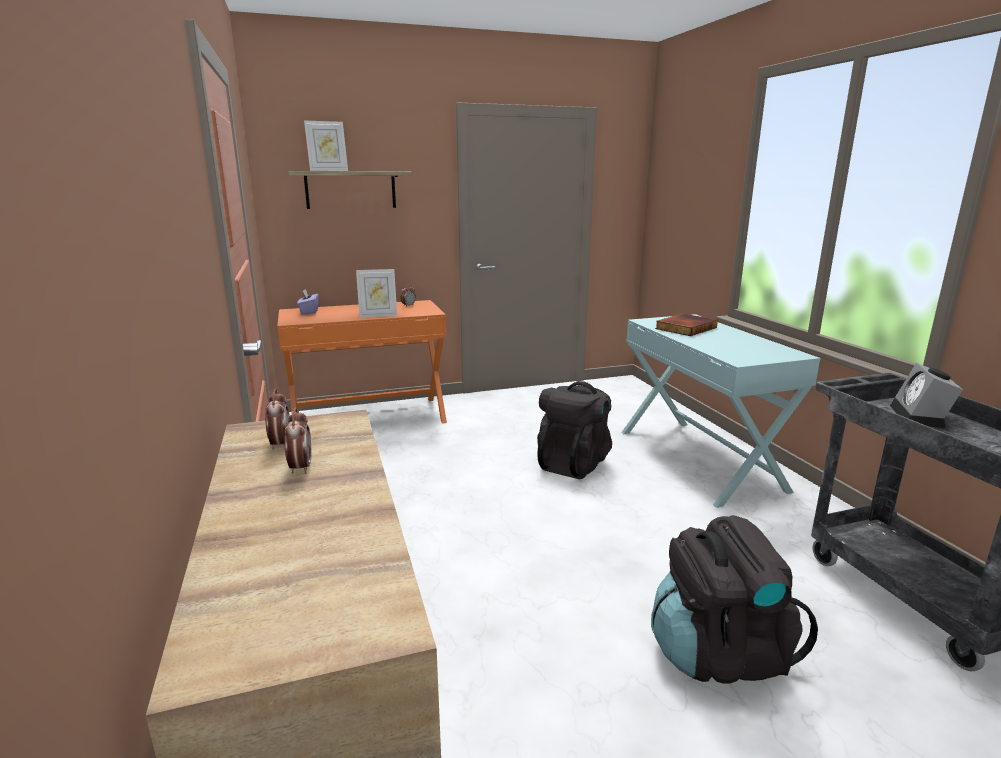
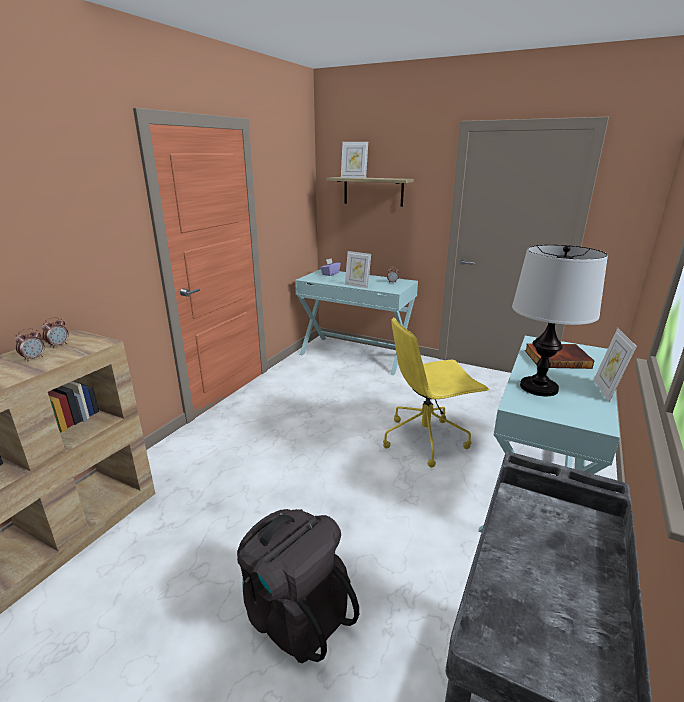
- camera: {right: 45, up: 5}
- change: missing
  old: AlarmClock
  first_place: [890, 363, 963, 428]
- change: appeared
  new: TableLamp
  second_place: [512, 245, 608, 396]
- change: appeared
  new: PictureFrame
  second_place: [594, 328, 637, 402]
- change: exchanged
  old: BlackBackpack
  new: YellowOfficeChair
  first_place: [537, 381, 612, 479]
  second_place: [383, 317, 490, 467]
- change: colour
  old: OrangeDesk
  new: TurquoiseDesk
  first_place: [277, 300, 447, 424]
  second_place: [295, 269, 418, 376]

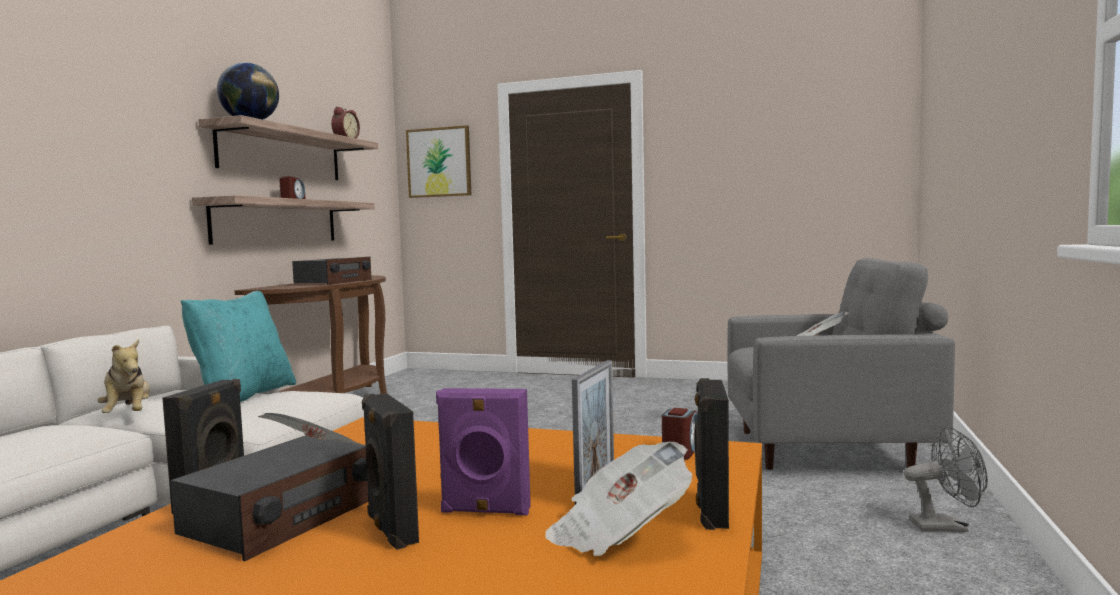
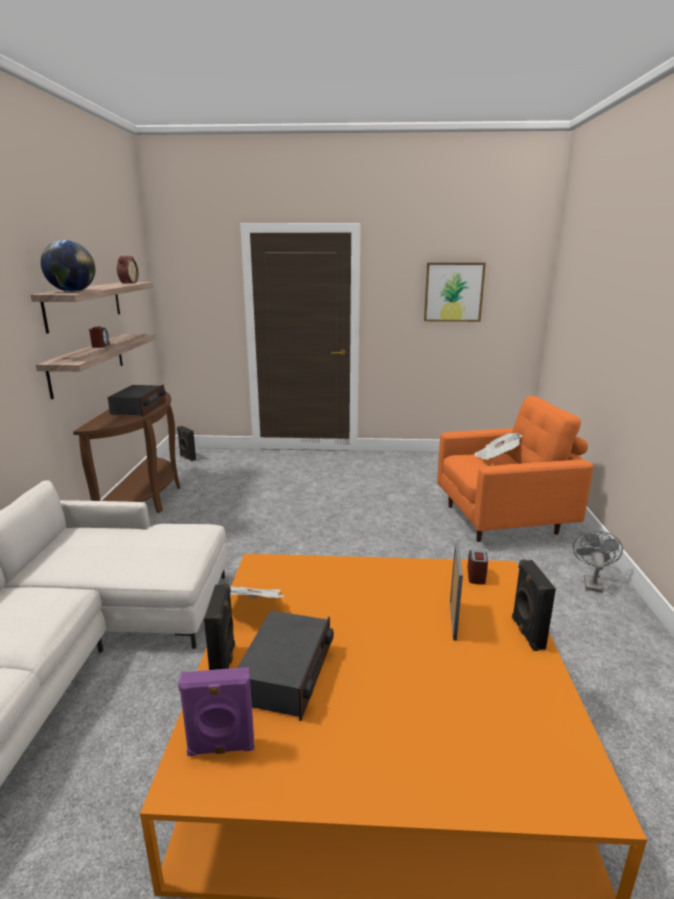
- camera: {right: -15, up: 15}
- change: missing
  old: PlushToy
  first_place: [98, 339, 150, 413]
- change: missing
  old: TurquoisePillow
  first_place: [181, 291, 296, 402]
- change: missing
  old: Newspaper
  first_place: [545, 442, 692, 556]
- change: relocated
  old: BlackSpeaker
  first_place: [362, 393, 419, 550]
  second_place: [177, 426, 196, 461]
- change: relocated
  old: Picture
  first_place: [406, 125, 471, 198]
  second_place: [424, 263, 486, 322]
- change: relocated
  old: PurpleSpeaker
  first_place: [436, 388, 531, 515]
  second_place: [178, 667, 254, 756]
- change: colour
  old: GreyArmchair
  new: OrangeArmchair
  first_place: [727, 258, 955, 470]
  second_place: [437, 396, 593, 542]
- change: spun
  old: GreyFan
  first_place: [904, 426, 988, 532]
  second_place: [573, 531, 623, 593]
  degrees: -60

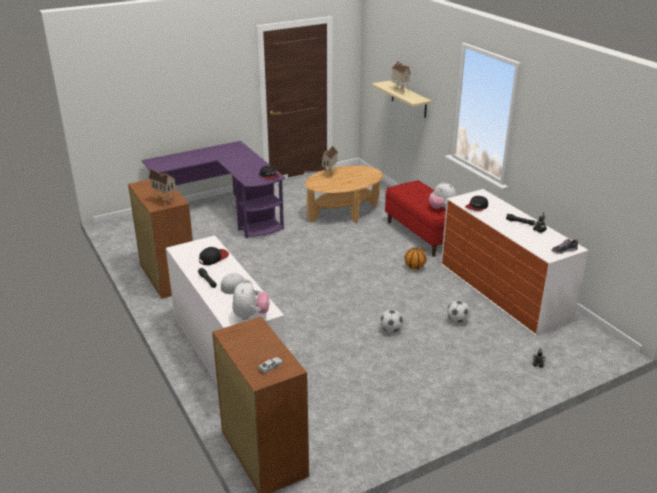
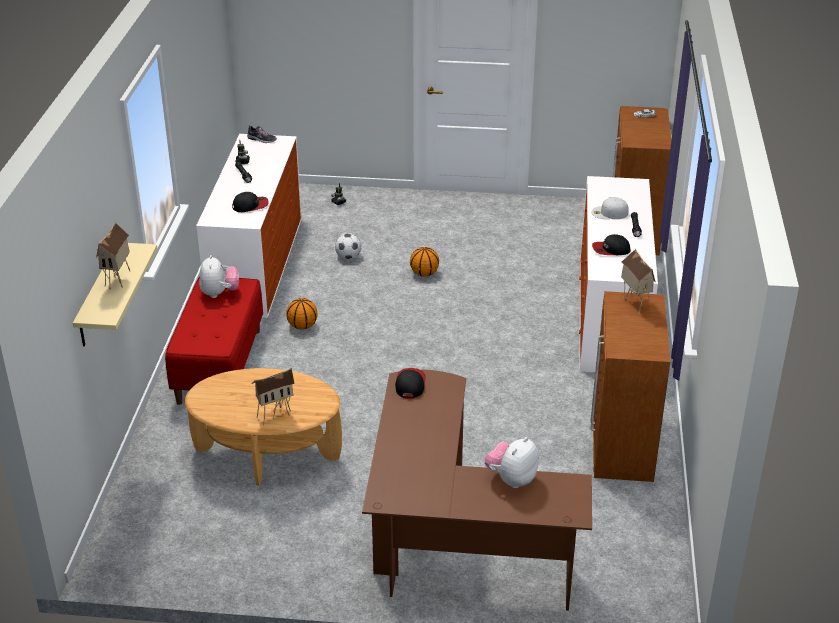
- camera: {right: -145, up: 5}
- change: relocated
  old: PlushToy
  first_place: [232, 280, 269, 320]
  second_place: [485, 437, 539, 488]
- change: exchanged
  old: Football
  new: Basketball
  first_place: [380, 309, 403, 332]
  second_place: [410, 247, 439, 277]
- change: colour
  old: PurpleDesk
  new: BrownDesk
  first_place: [142, 141, 285, 238]
  second_place: [362, 370, 592, 611]

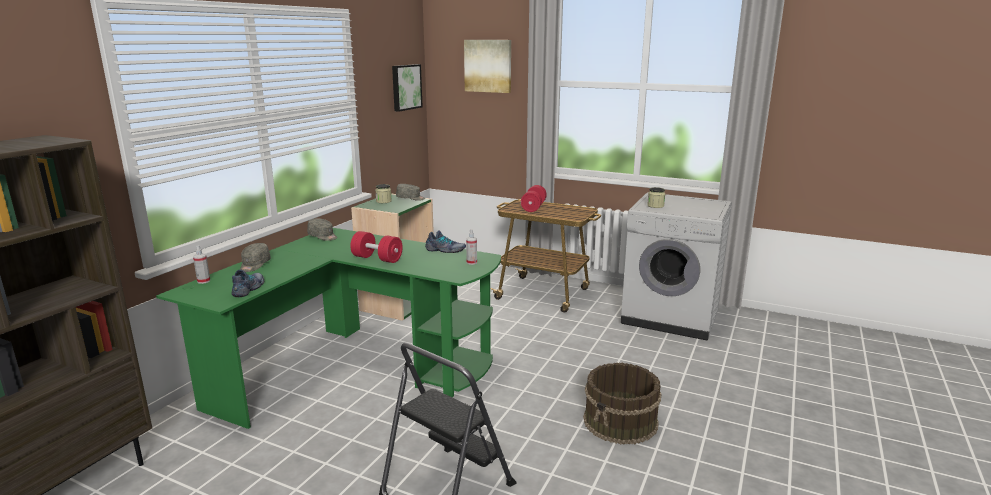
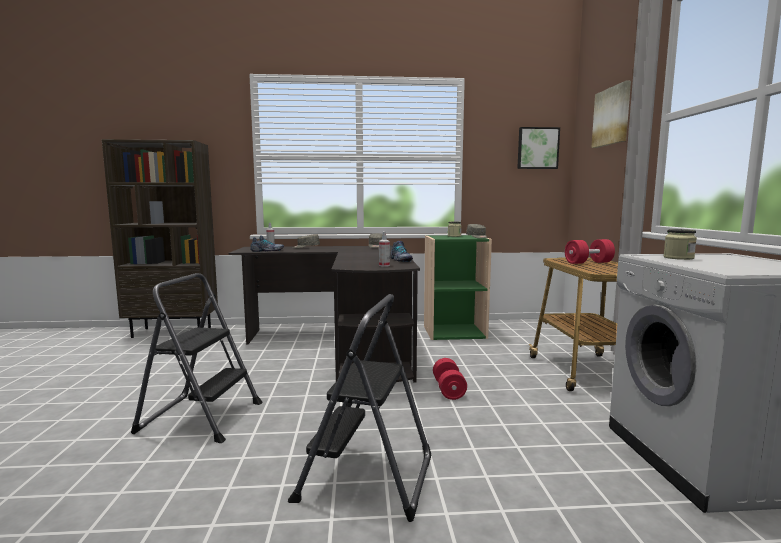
- camera: {right: 60, up: -10}
- change: relocated
  old: RedDumbbell
  first_place: [350, 231, 403, 263]
  second_place: [433, 358, 467, 400]
- change: exchanged
  old: BrownBucket
  new: BlackStepLadder
  first_place: [583, 363, 661, 445]
  second_place: [288, 294, 431, 522]
- change: colour
  old: GreenDesk
  new: BlackDesk
  first_place: [156, 228, 501, 429]
  second_place: [228, 246, 420, 383]

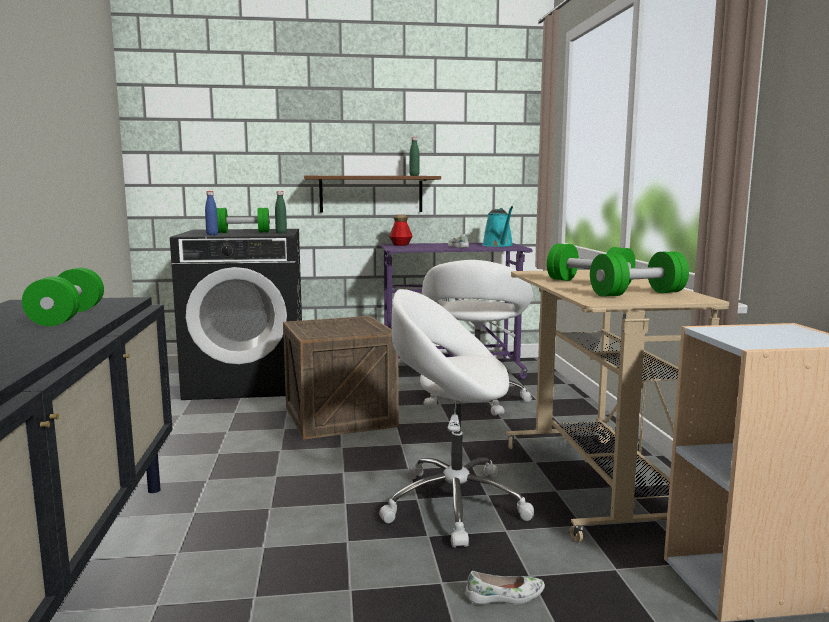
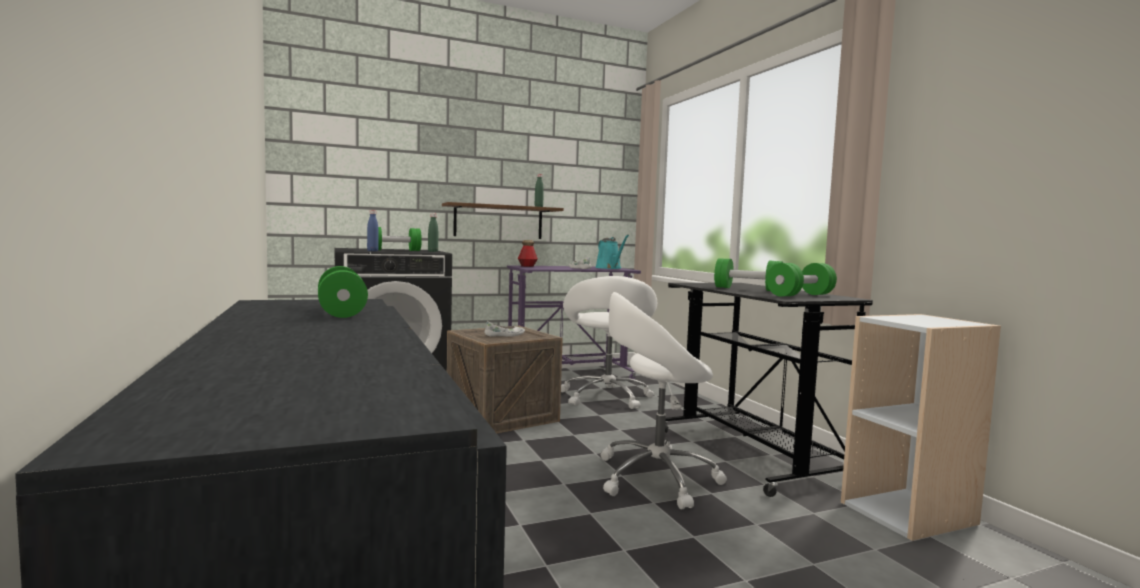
- camera: {right: -15, up: -5}
- change: relocated
  old: WhiteShoe
  first_place: [465, 571, 545, 604]
  second_place: [484, 321, 525, 337]
- change: colour
  old: BeigeDesk
  new: BlackDesk
  first_place: [506, 270, 729, 542]
  second_place: [665, 283, 873, 497]

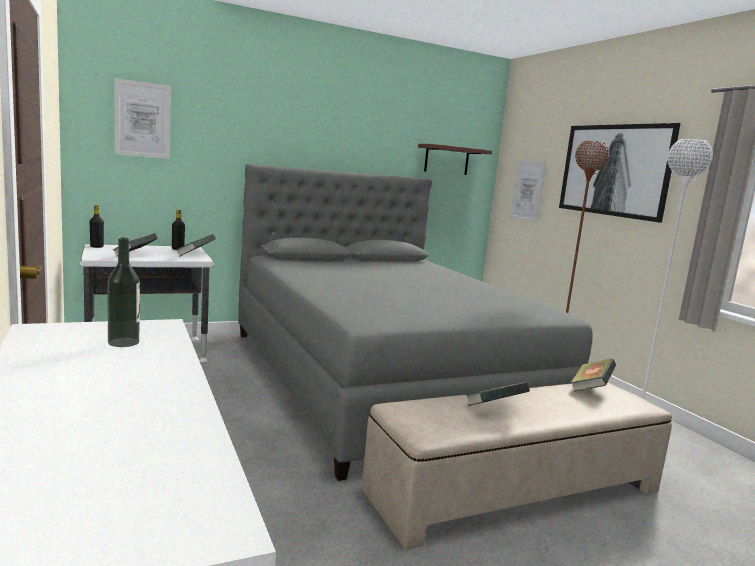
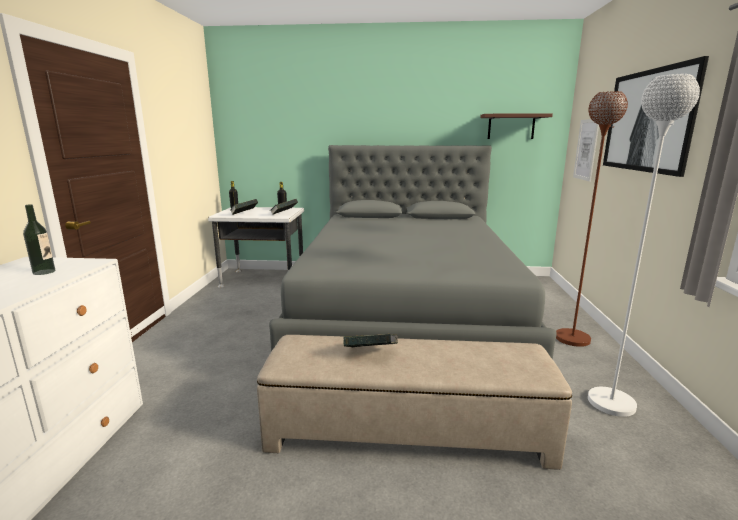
- camera: {right: 30, up: 5}
- change: missing
  old: Picture
  first_place: [114, 78, 171, 159]
- change: missing
  old: Book
  first_place: [571, 359, 616, 392]

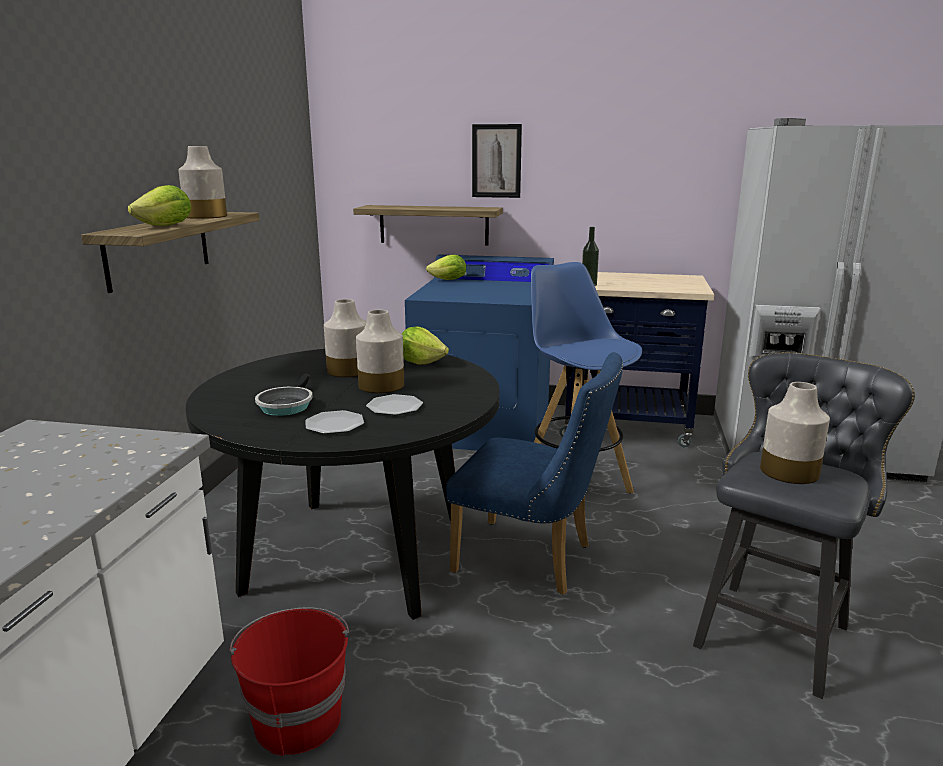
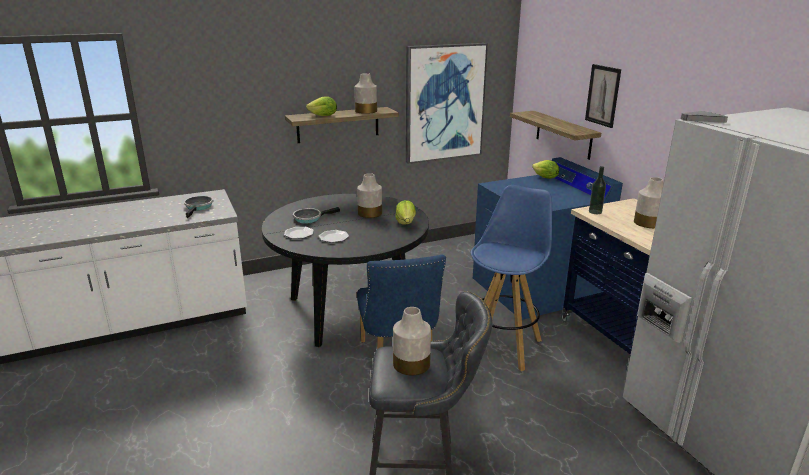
- camera: {right: 55, up: 5}
- change: missing
  old: RedBucket
  first_place: [229, 607, 349, 756]
- change: appeared
  new: FryingPan
  second_place: [184, 196, 213, 218]
- change: appeared
  new: Picture
  second_place: [406, 43, 488, 164]
- change: relocated
  old: BeigeVase
  first_place: [356, 310, 404, 393]
  second_place: [634, 177, 663, 228]

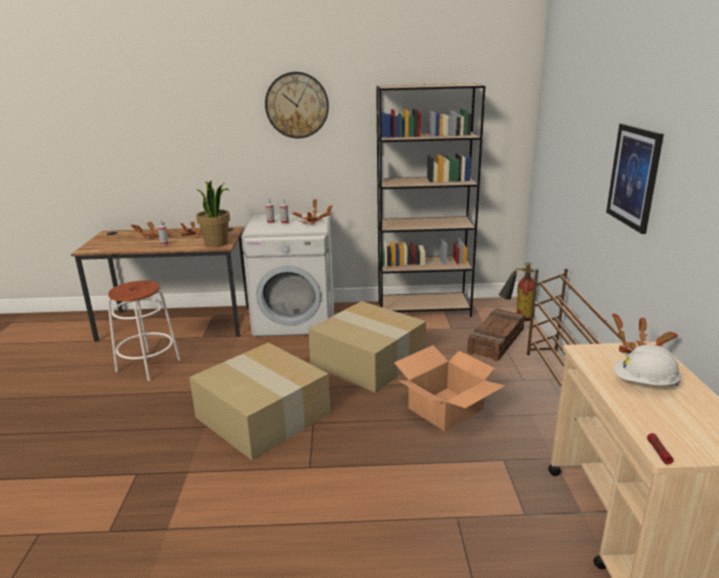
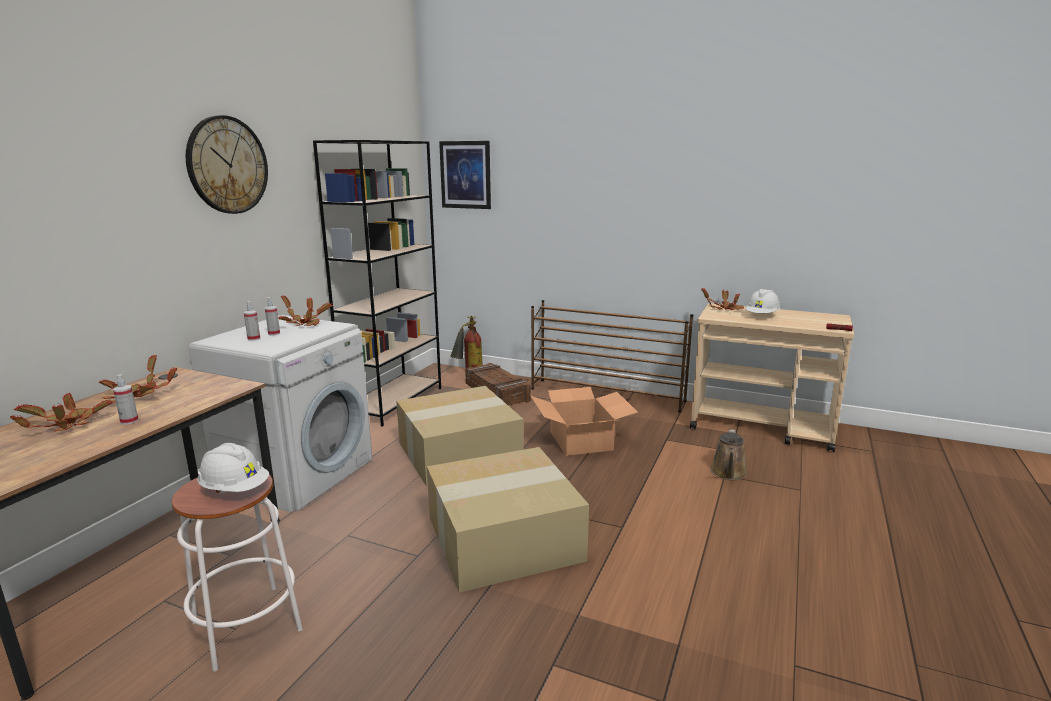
- camera: {right: -65, up: -5}
- change: missing
  old: PottedPlant
  first_place: [196, 180, 230, 247]
- change: appeared
  new: WhiteHardHat
  second_place: [197, 443, 269, 492]
- change: appeared
  new: BrownWateringCan
  second_place: [710, 429, 747, 480]
- change: relocated
  old: Picture
  first_place: [606, 123, 664, 234]
  second_place: [439, 141, 491, 209]

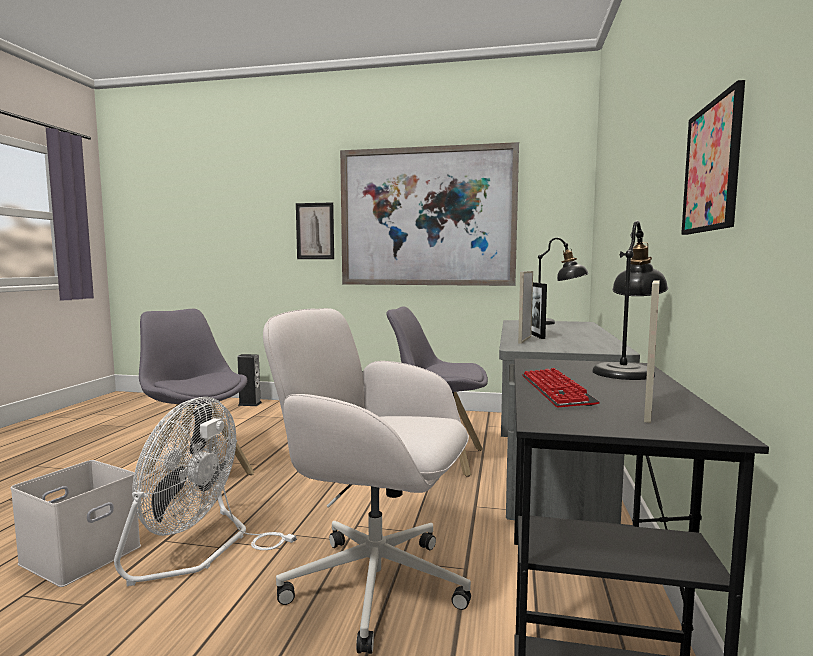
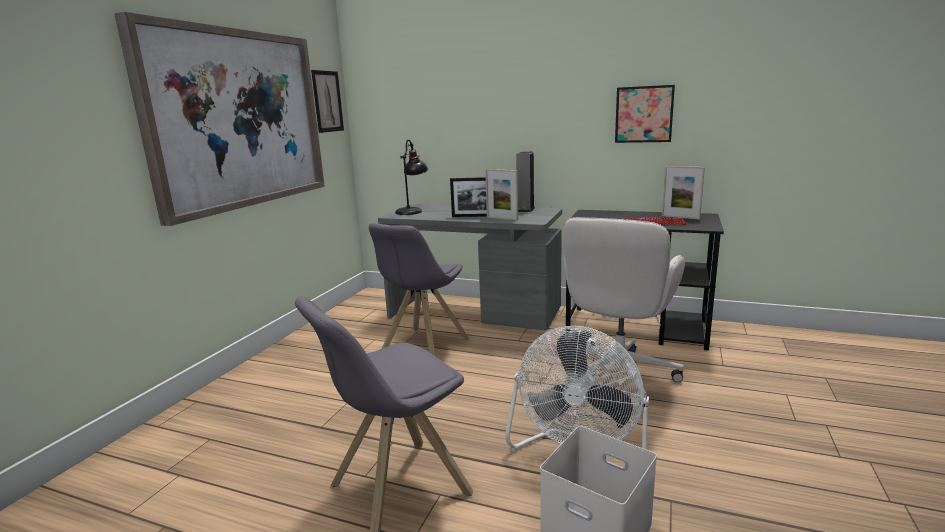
- camera: {right: -80, up: 10}
- change: missing
  old: BlackTableLamp
  first_place: [592, 221, 668, 380]
- change: relocated
  old: Speaker
  first_place: [237, 354, 262, 406]
  second_place: [516, 151, 535, 212]
- change: relocated
  old: Picture
  first_place: [296, 202, 334, 259]
  second_place: [311, 70, 344, 133]

